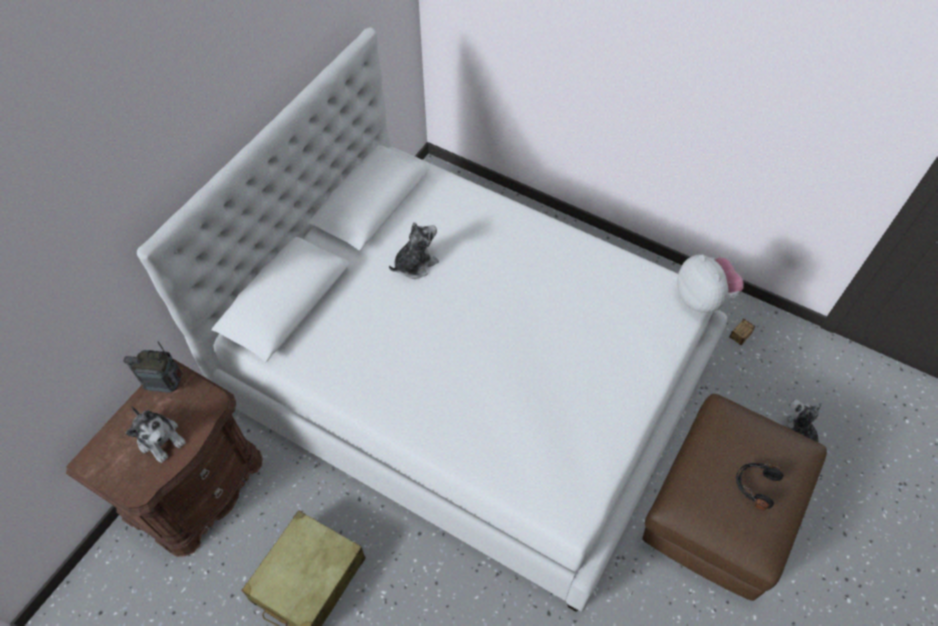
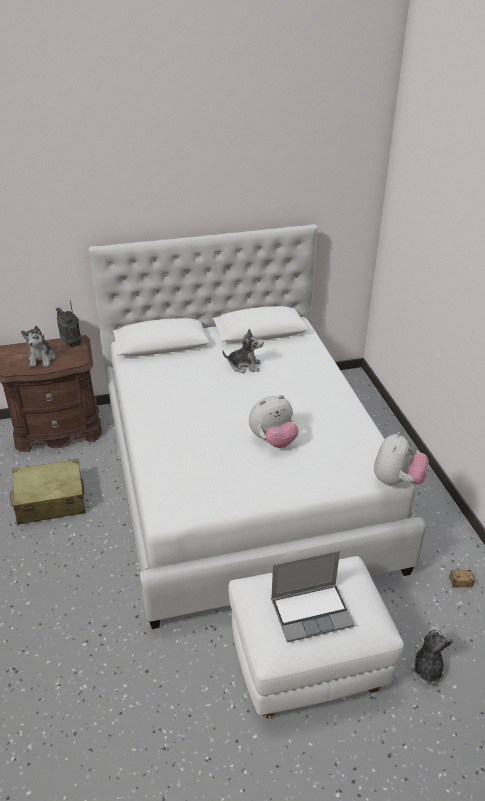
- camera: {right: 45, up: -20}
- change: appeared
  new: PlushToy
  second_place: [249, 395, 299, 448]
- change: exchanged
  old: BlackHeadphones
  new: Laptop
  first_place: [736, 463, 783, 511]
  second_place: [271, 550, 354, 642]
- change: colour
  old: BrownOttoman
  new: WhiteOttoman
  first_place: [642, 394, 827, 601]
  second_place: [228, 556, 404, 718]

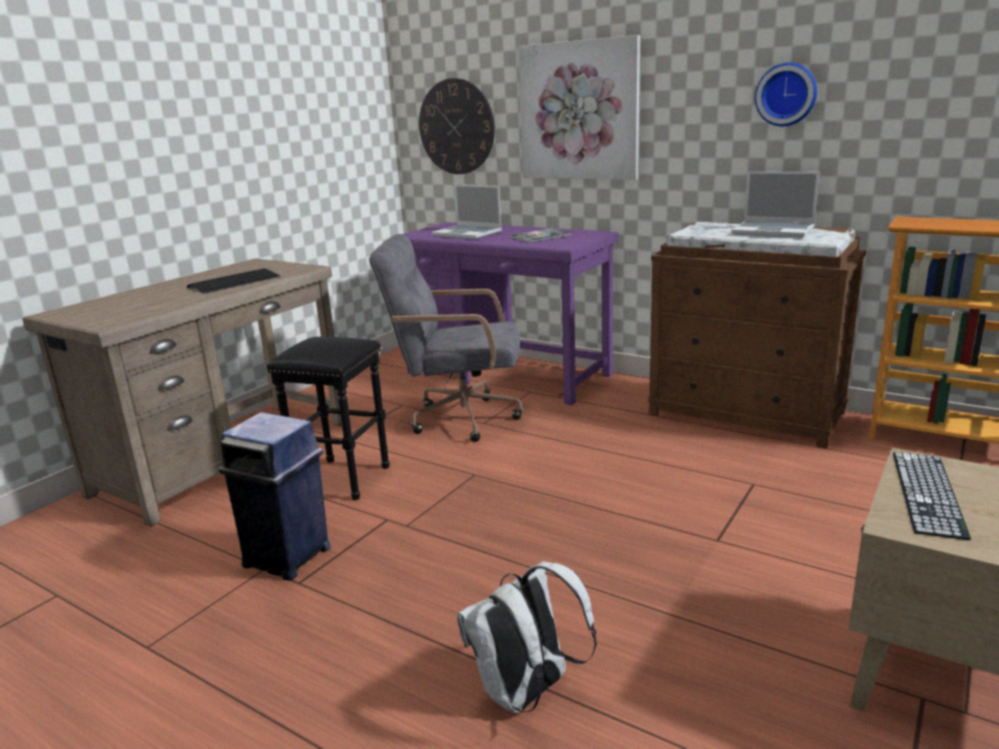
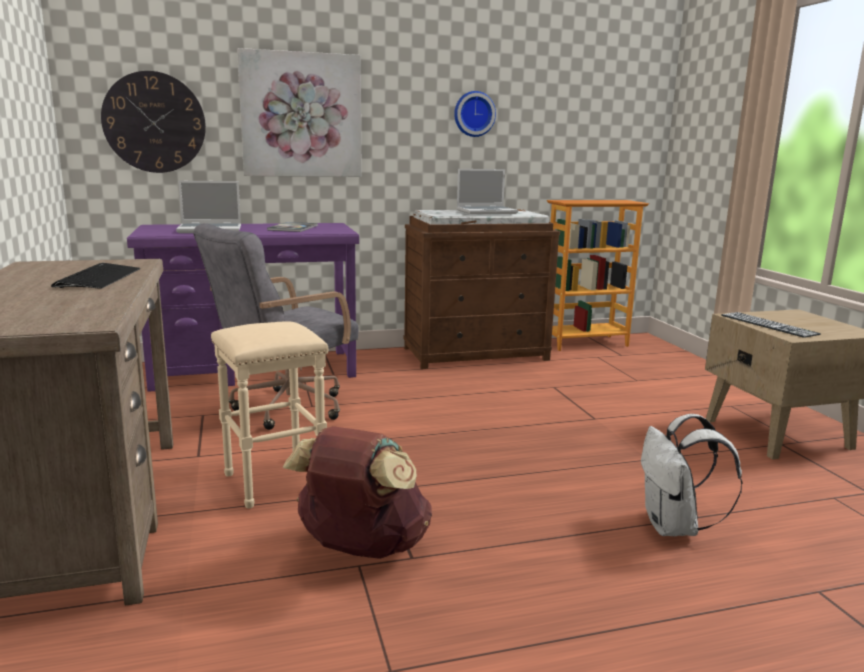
- camera: {right: -50, up: -5}
- change: exchanged
  old: BlueTrashCan
  new: BrownBackpack
  first_place: [219, 412, 331, 581]
  second_place: [283, 426, 432, 559]
- change: colour
  old: BlackStool
  new: BeigeStool
  first_place: [267, 336, 389, 500]
  second_place: [211, 321, 328, 508]

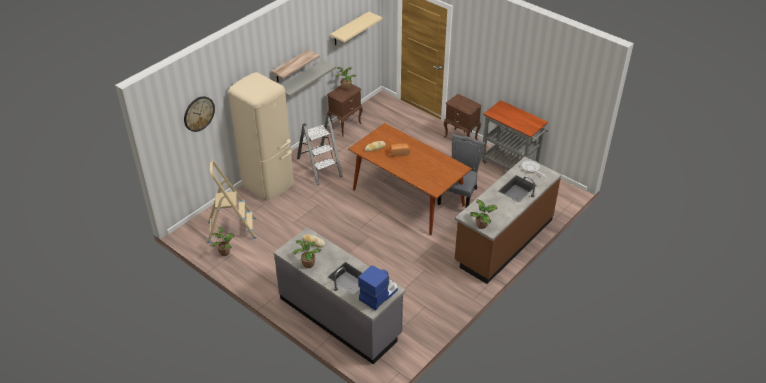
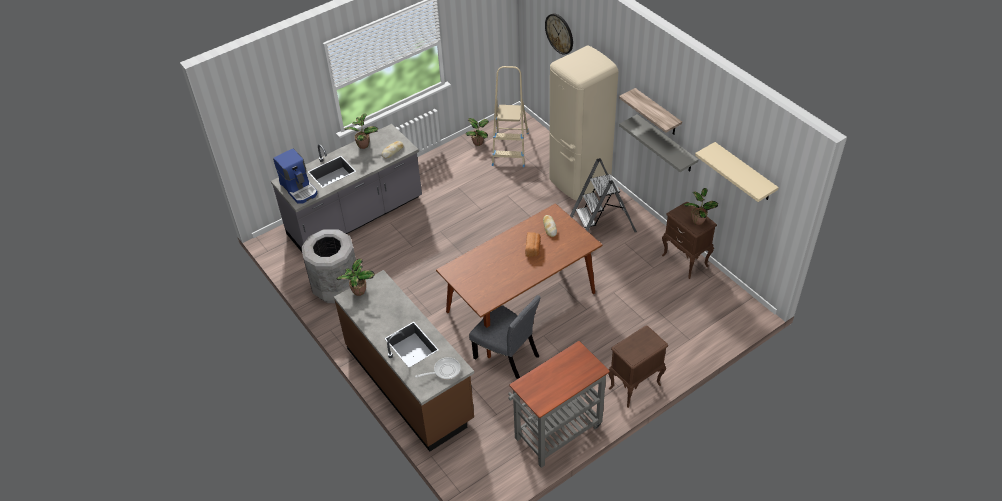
- camera: {right: 105, up: 5}
- change: appeared
  new: GreyTrashCan
  second_place: [301, 230, 356, 303]

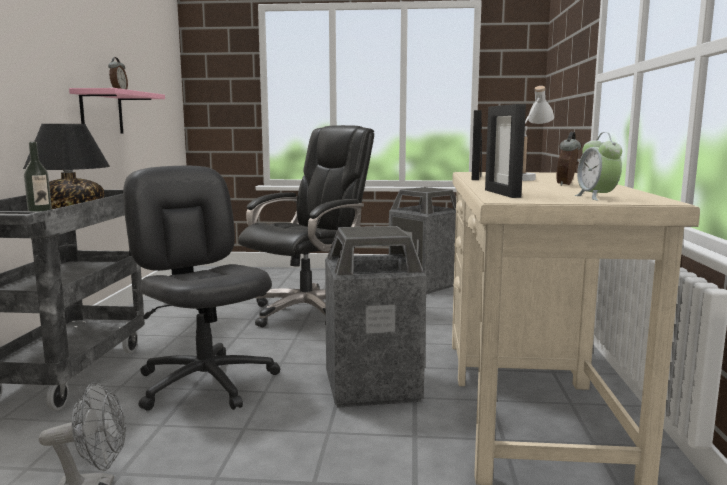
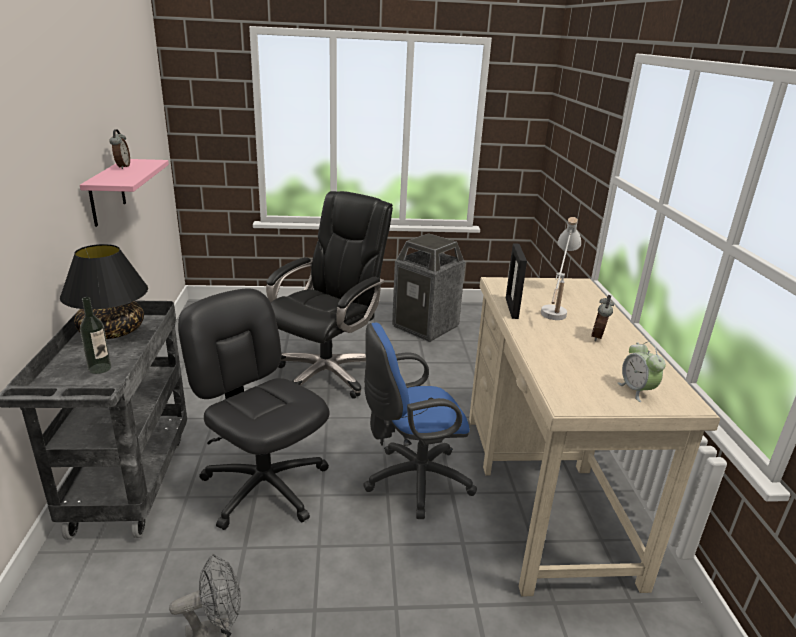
- camera: {right: -10, up: 15}
- change: missing
  old: PictureFrame
  first_place: [485, 104, 526, 198]
- change: exchanged
  old: TrashCan
  new: BlueOfficeChair
  first_place: [325, 226, 427, 408]
  second_place: [363, 323, 477, 519]

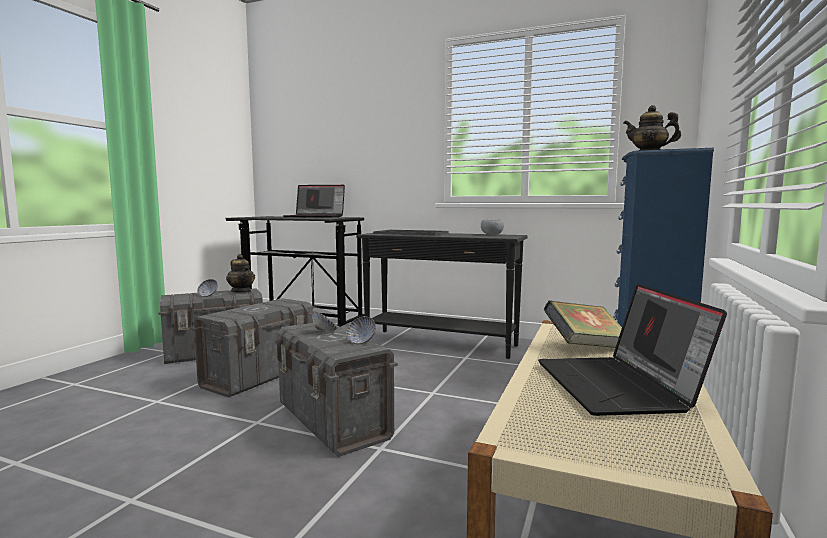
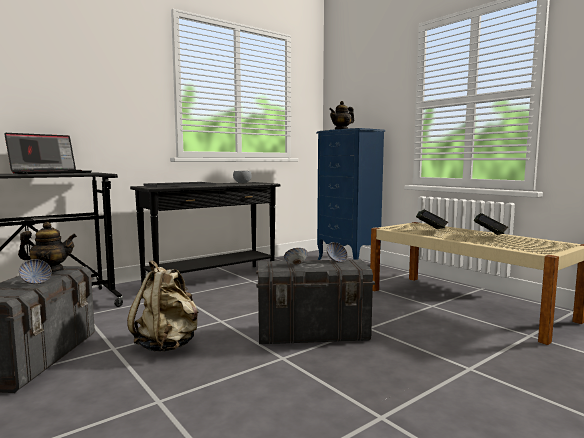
- camera: {right: -60, up: 0}
- change: exchanged
  old: GreyStorageBox
  new: BeigeBackpack
  first_place: [191, 298, 313, 397]
  second_place: [127, 260, 198, 352]
- change: exchanged
  old: Laptop
  new: Book
  first_place: [538, 284, 727, 416]
  second_place: [474, 213, 509, 235]

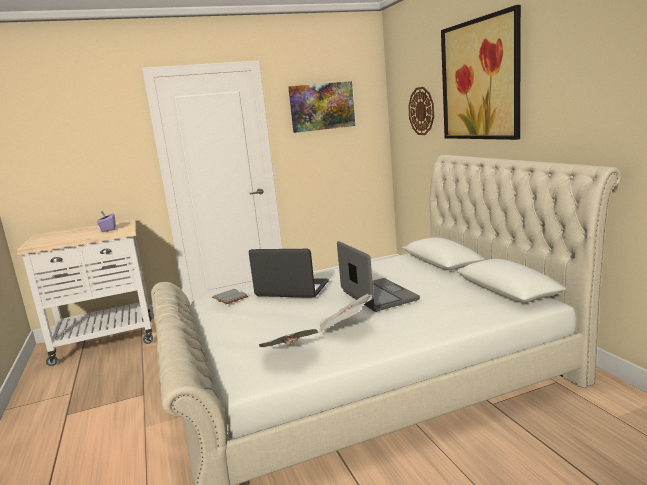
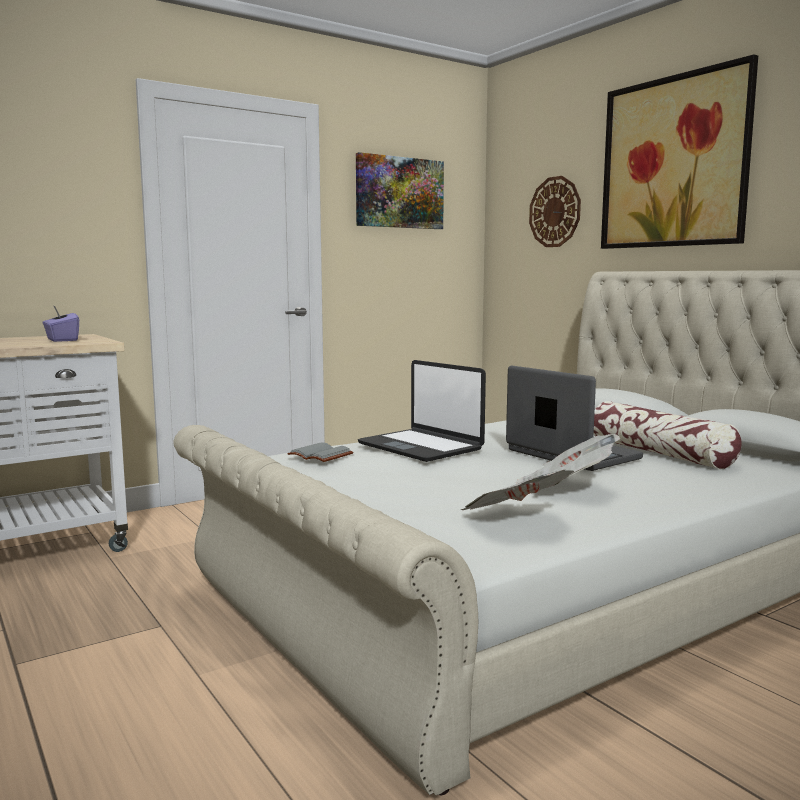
- camera: {right: -15, up: -5}
- change: appeared
  new: Pillow
  second_place: [594, 401, 741, 470]
- change: spun
  old: Laptop
  first_place: [249, 249, 329, 298]
  second_place: [358, 360, 486, 462]
  degrees: -135

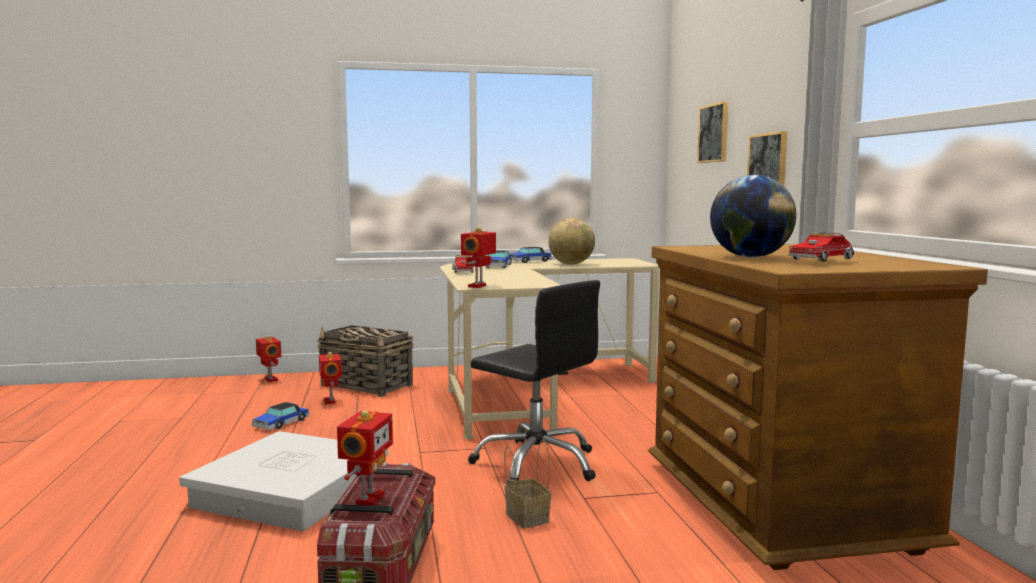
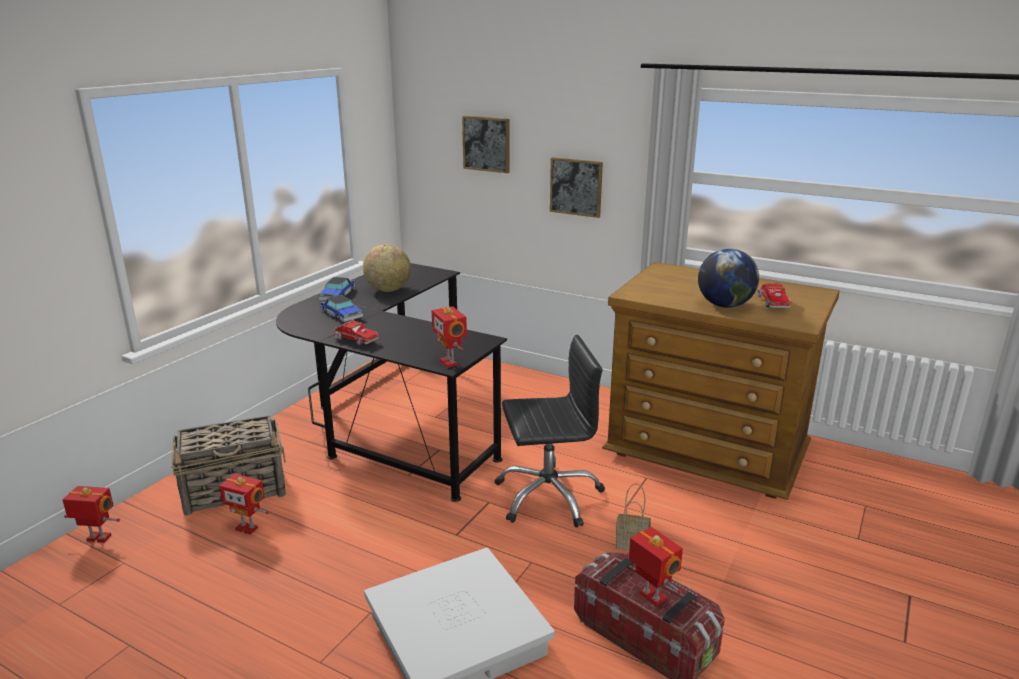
- camera: {right: -50, up: 15}
- change: missing
  old: ToyCar
  first_place: [252, 402, 309, 430]
- change: colour
  old: BeigeDesk
  new: BlackDesk
  first_place: [440, 258, 659, 439]
  second_place: [276, 263, 507, 502]

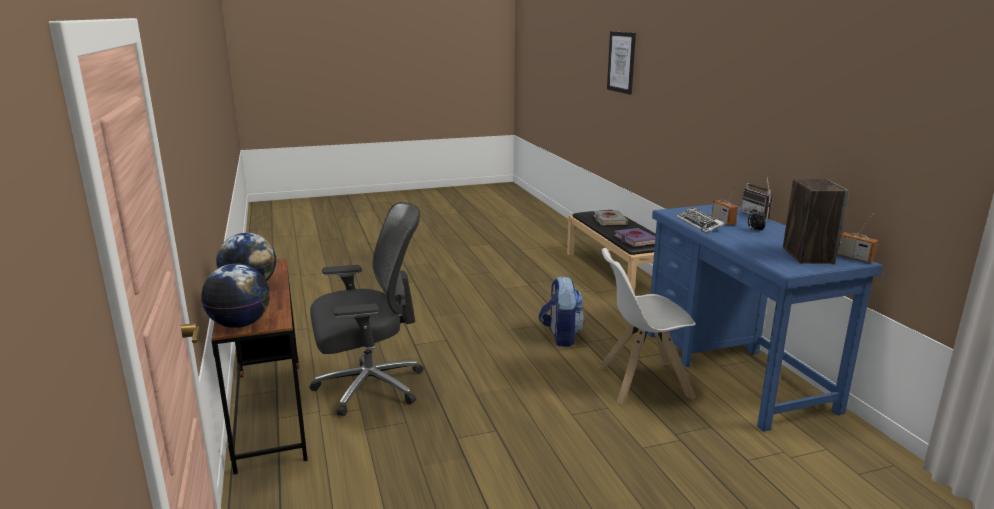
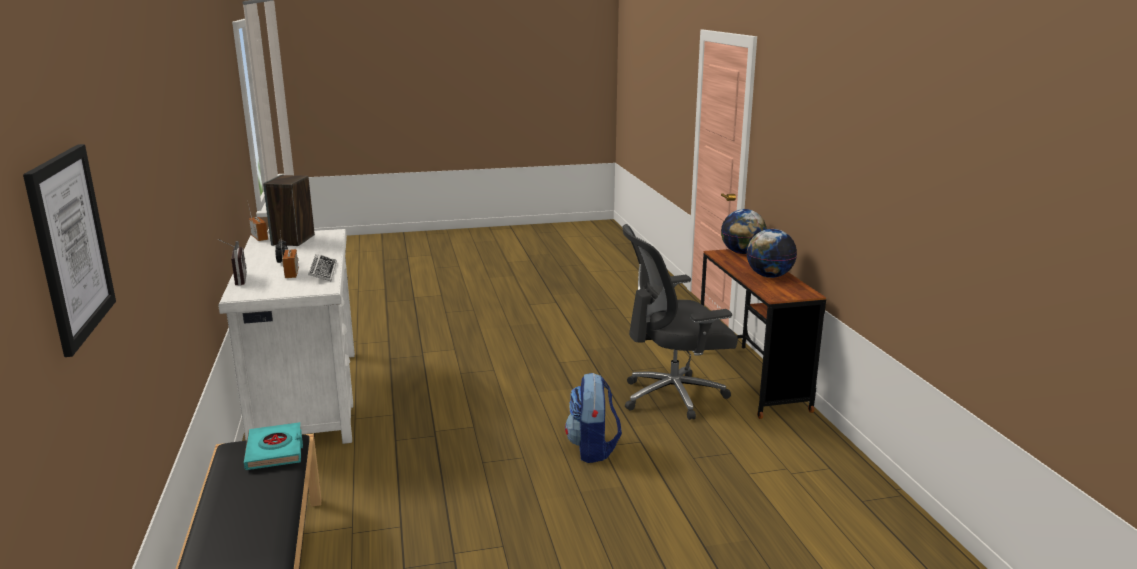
- camera: {right: -175, up: 0}
- change: missing
  old: GreyBook
  first_place: [593, 211, 628, 225]
- change: missing
  old: Chair
  first_place: [598, 248, 696, 404]
- change: relocated
  old: Backpack
  first_place: [539, 276, 585, 347]
  second_place: [565, 373, 622, 463]
- change: colour
  old: PurpleBook
  new: TurquoiseBook
  first_place: [614, 228, 655, 247]
  second_place: [244, 422, 303, 470]
- change: colour
  old: BlueDesk
  new: WhiteDesk
  first_place: [647, 203, 883, 432]
  second_place: [219, 229, 355, 444]

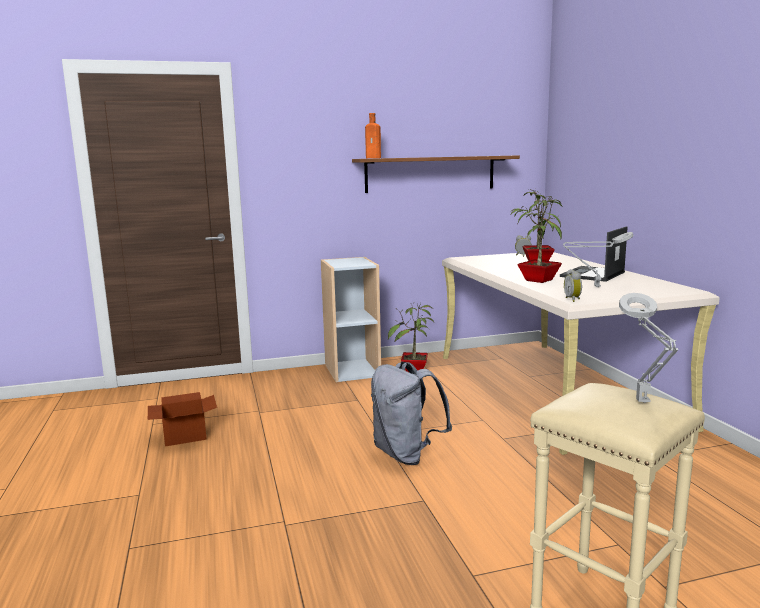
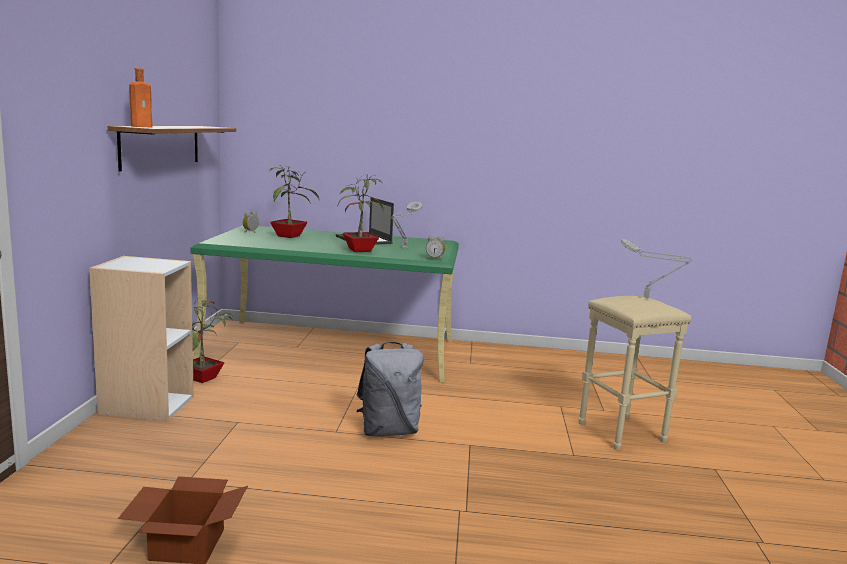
- camera: {right: -70, up: 0}
- change: colour
  old: BeigeDesk
  new: GreenDesk
  first_place: [442, 252, 720, 455]
  second_place: [191, 225, 459, 383]

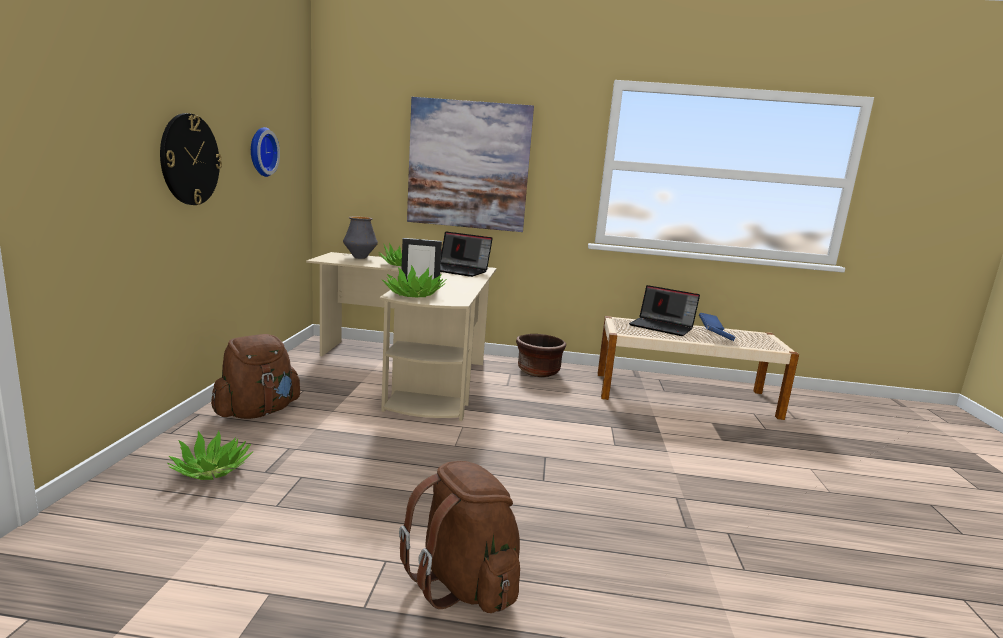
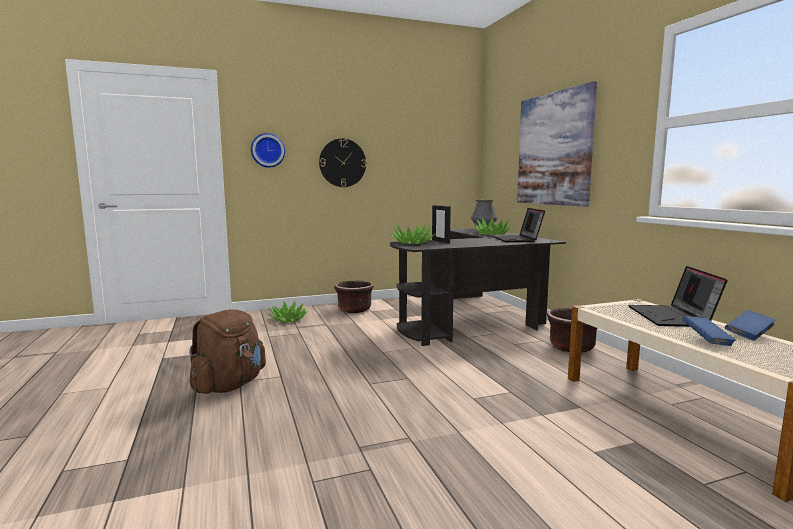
- camera: {right: 65, up: -5}
- change: relocated
  old: WallClock
  first_place: [251, 127, 280, 177]
  second_place: [251, 133, 285, 168]
- change: exchanged
  old: BrownBackpack
  new: BrownPlanter
  first_place: [211, 334, 300, 419]
  second_place: [334, 281, 373, 313]
- change: colour
  old: BeigeDesk
  new: BlackDesk
  first_place: [306, 252, 497, 421]
  second_place: [390, 228, 566, 346]

